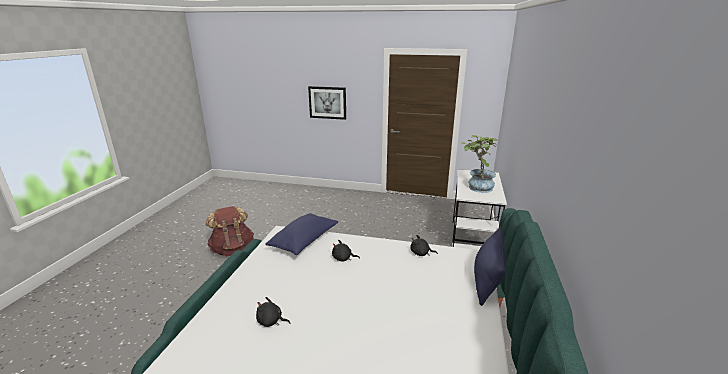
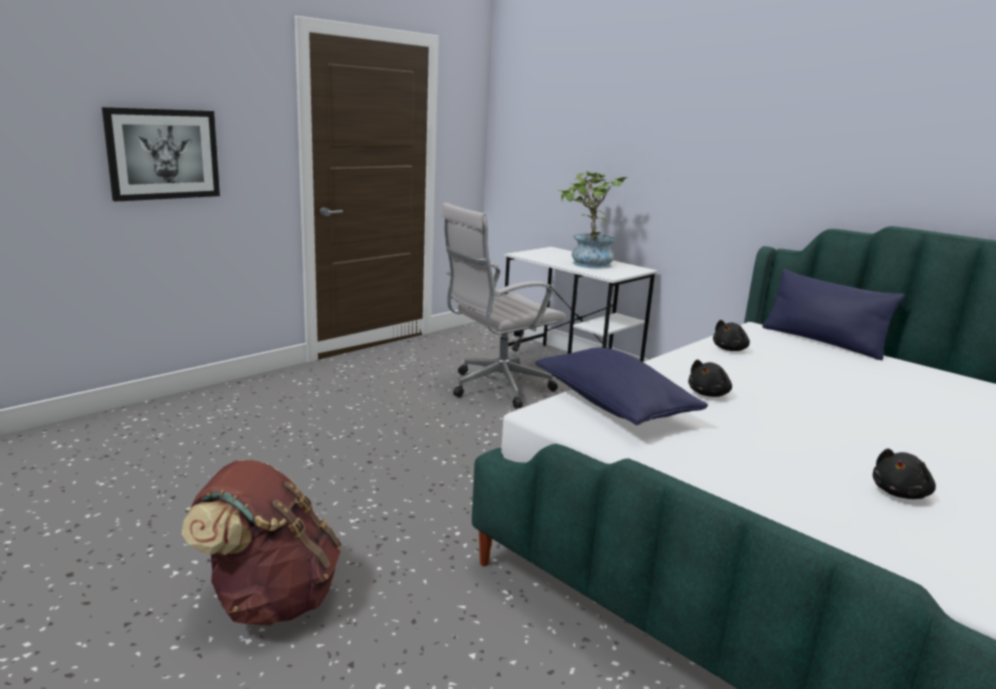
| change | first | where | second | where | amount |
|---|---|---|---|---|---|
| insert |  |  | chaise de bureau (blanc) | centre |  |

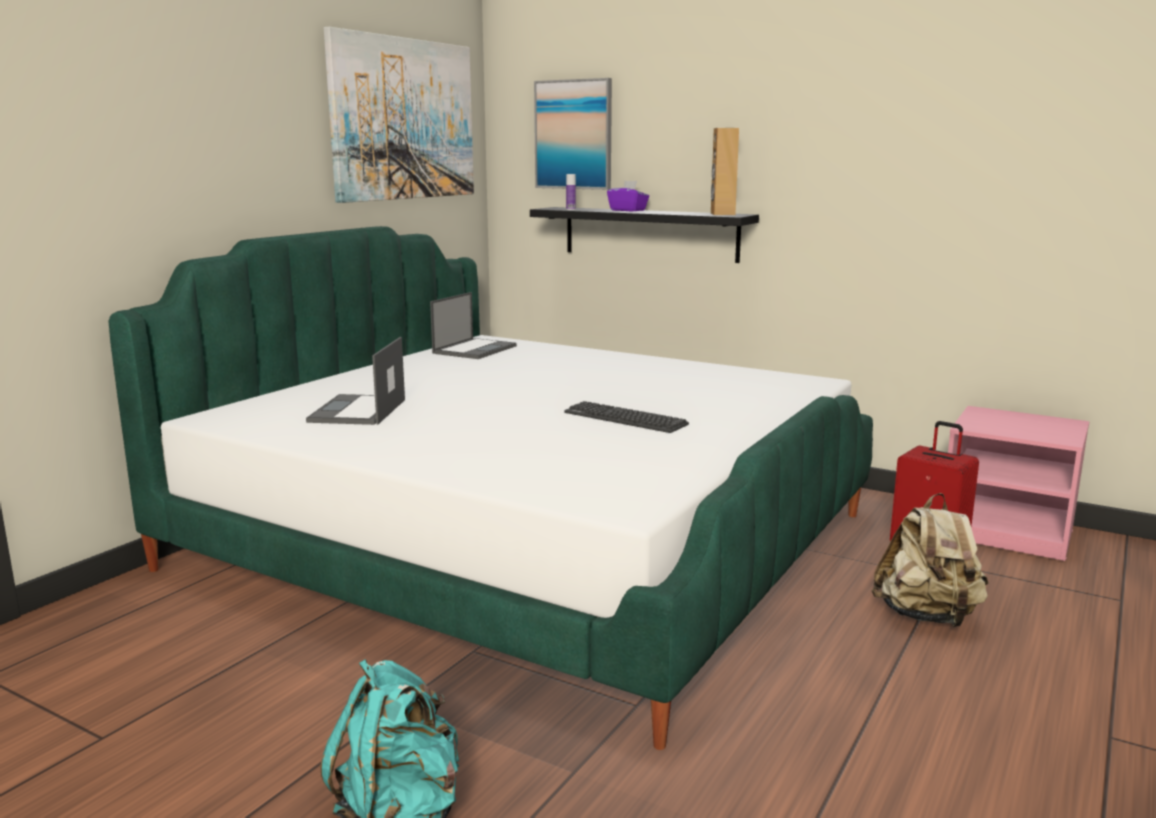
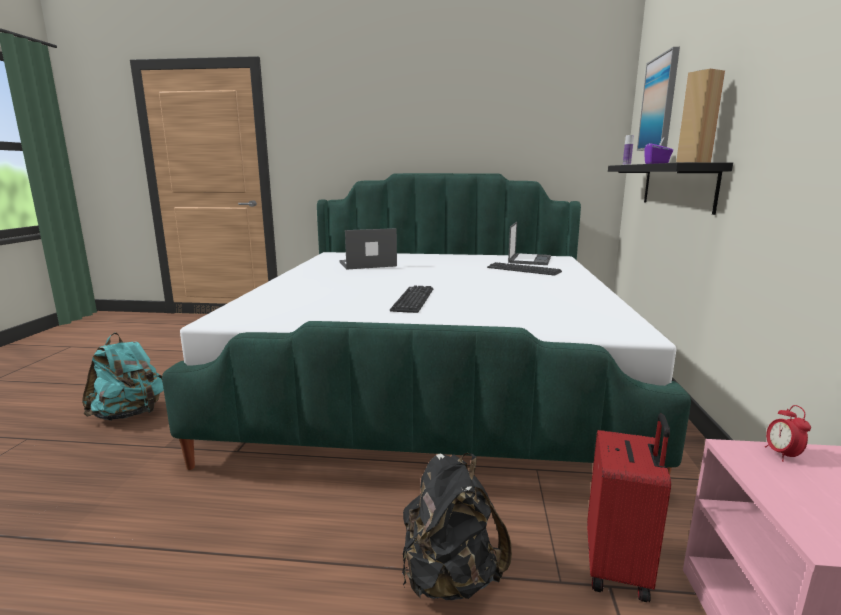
| change | first | where | second | where | amount |
|---|---|---|---|---|---|
| recolor | sac à dos (beige) | bottom right | sac à dos (noir) | bottom centre |  |
| insert |  |  | clavier (2nd from left) | centre |  |
| rotate | ordinateur portable (2nd from left) | centre |  | centre | 75 degrees counterclockwise |
| insert |  |  | réveil | bottom right |  |
| delete | tableau (1st from left) | top centre |  |  |  |

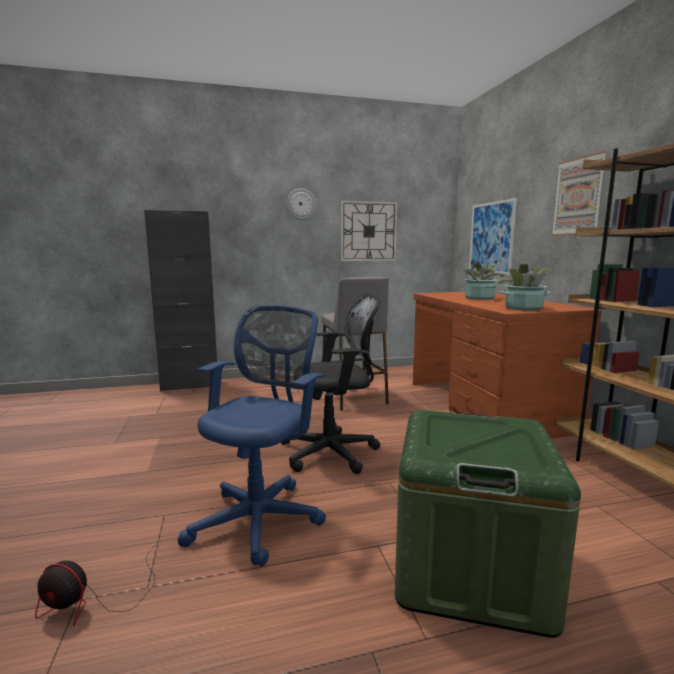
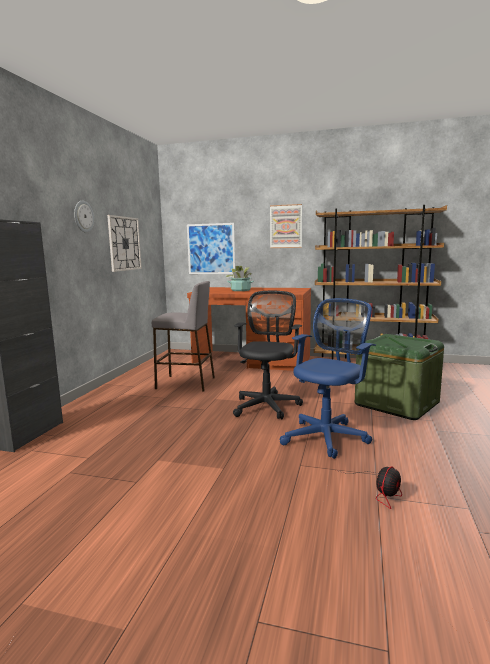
| change | first | where | second | where | amount |
|---|---|---|---|---|---|
| rotate | chaise de bureau (bleu) | centre |  | middle right | 75 degrees clockwise |
| delete | plante en pot (2nd from left) | middle right |  |  |  |

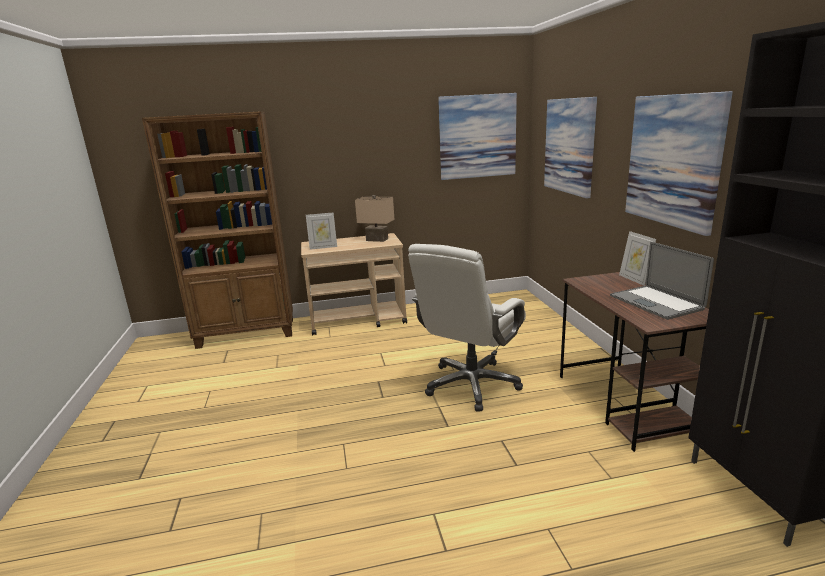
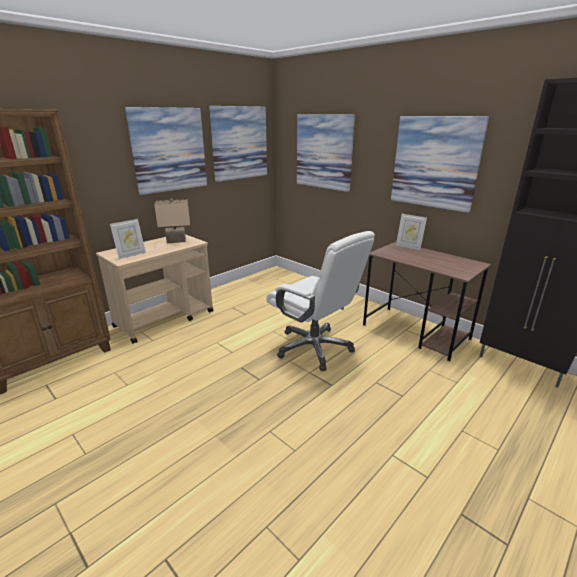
| change | first | where | second | where | amount |
|---|---|---|---|---|---|
| insert |  |  | tableau (1st from left) | top left |  |
| rotate | chaise de bureau (blanc) | centre |  | centre | 45 degrees counterclockwise |
| delete | ordinateur portable | middle right |  |  |  |

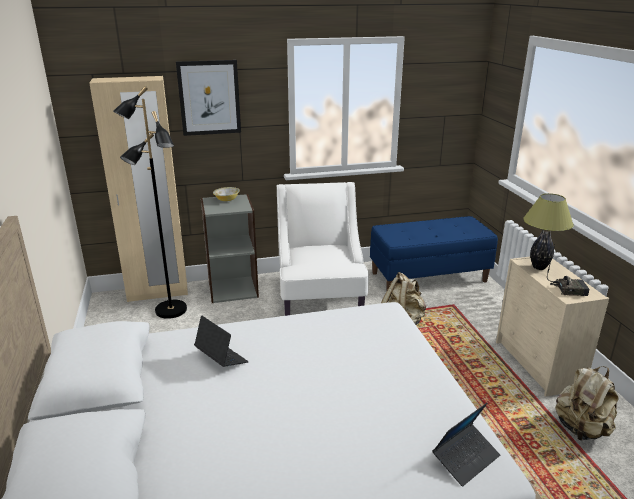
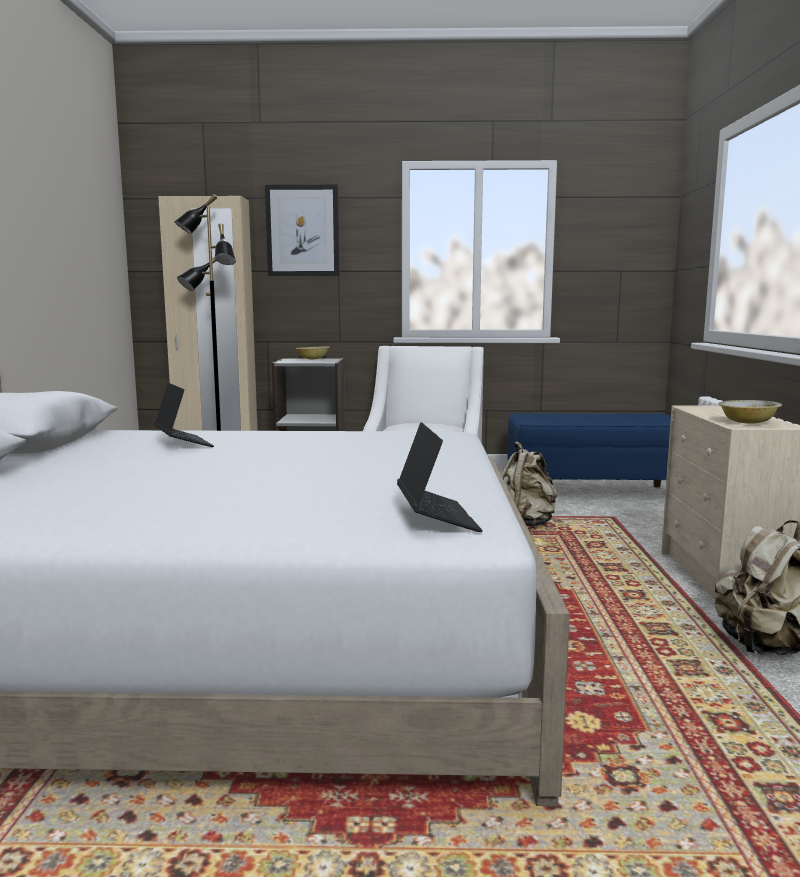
| change | first | where | second | where | amount |
|---|---|---|---|---|---|
| rotate | ordinateur portable (2nd from left) | bottom right |  | centre | 75 degrees counterclockwise |
| replace | radio | middle right | bol (2nd from left) | middle right |  |
| delete | lampe de table | middle right |  |  |  |

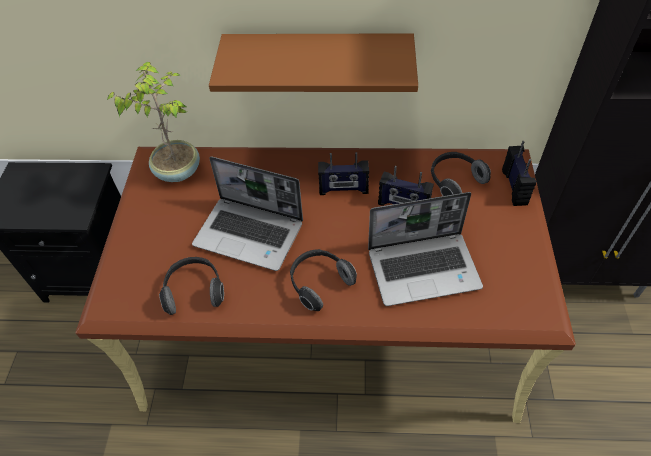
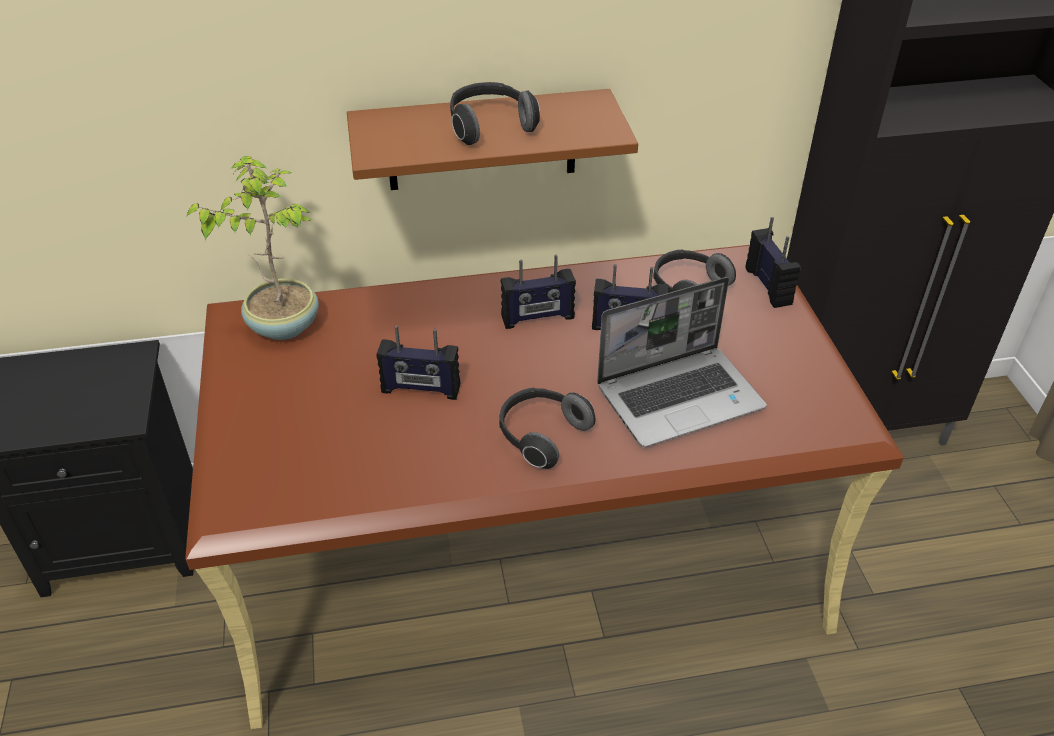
| change | first | where | second | where | amount |
|---|---|---|---|---|---|
| replace | ordinateur portable (1st from left) | centre | radio (1st from left) | centre |  |
| move | casque audio (1st from left) | middle left |  | top centre |  |

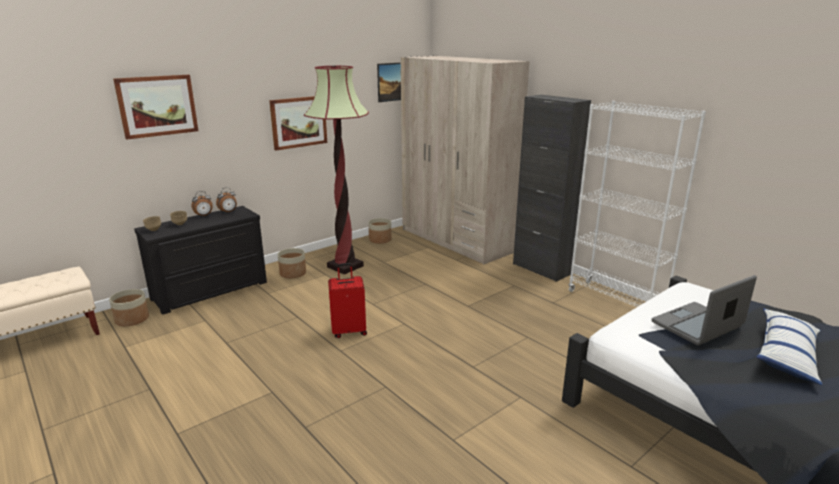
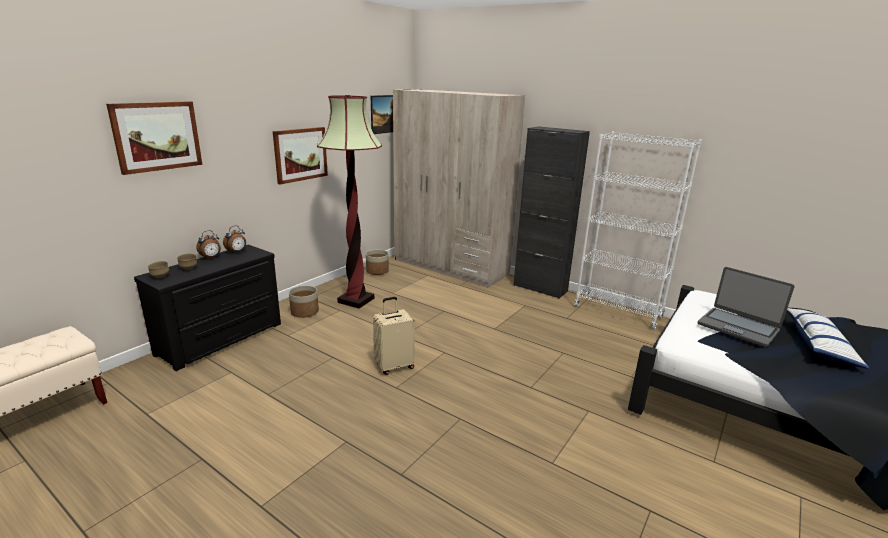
| change | first | where | second | where | amount |
|---|---|---|---|---|---|
| recolor | valise (rouge) | centre | valise (beige) | centre |  |
| rotate | ordinateur portable | middle right |  | middle right | 90 degrees counterclockwise |
| delete | cache-pot (1st from left) | middle left |  |  |  |

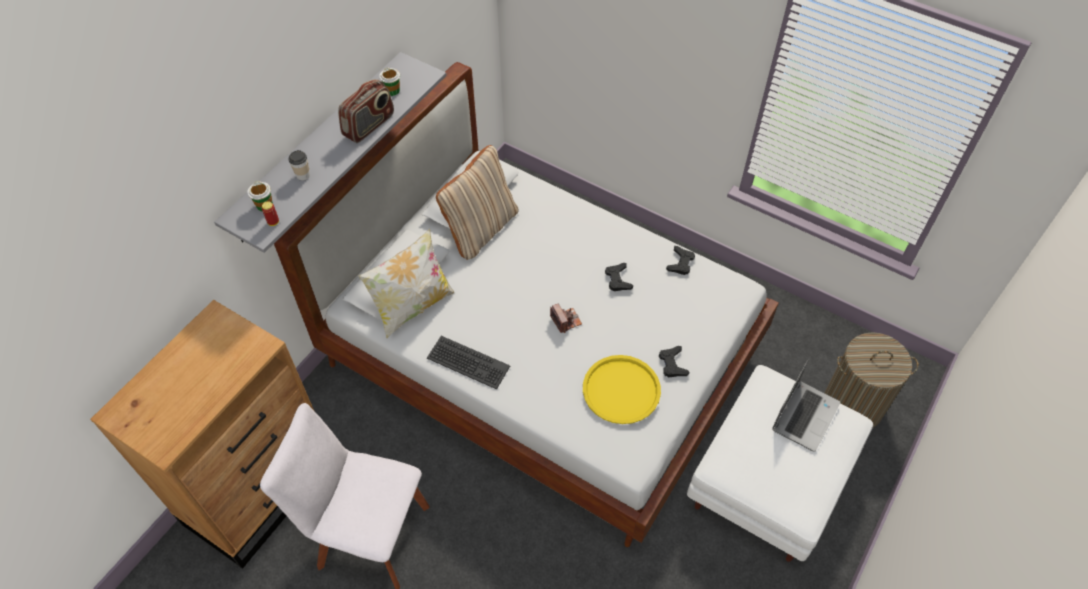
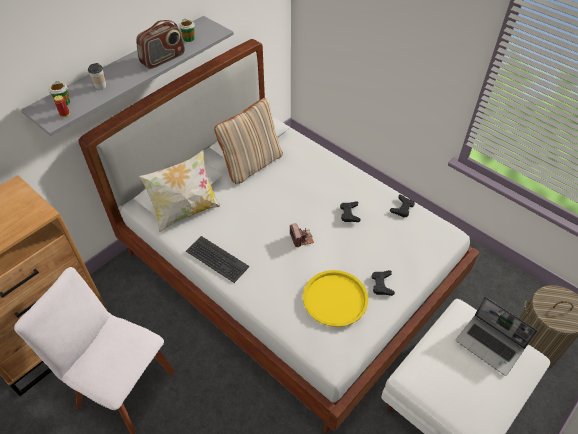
| change | first | where | second | where | amount |
|---|---|---|---|---|---|
| rotate | ordinateur portable | bottom right |  | bottom right | 90 degrees clockwise |

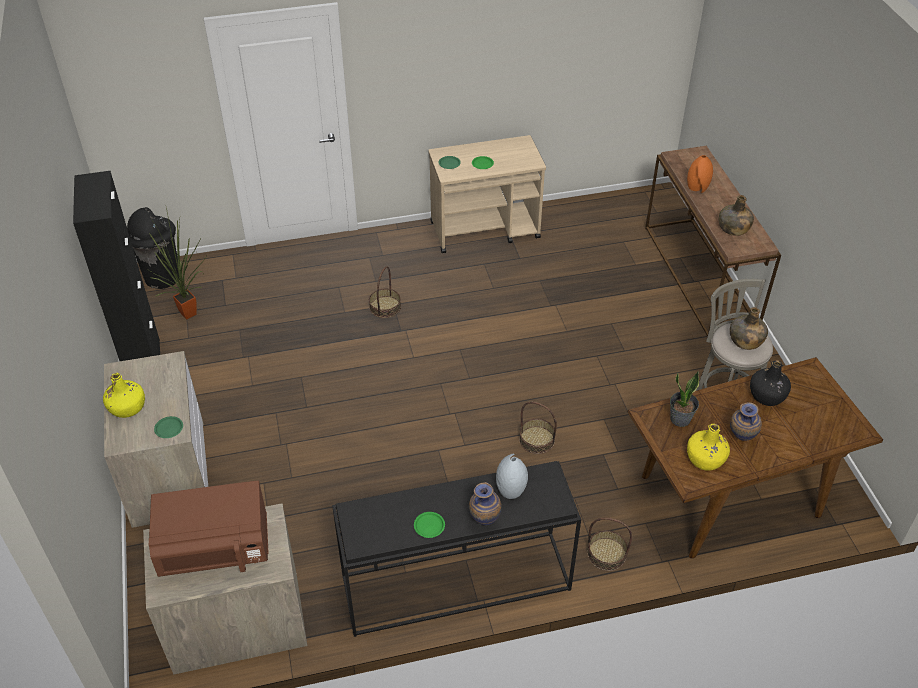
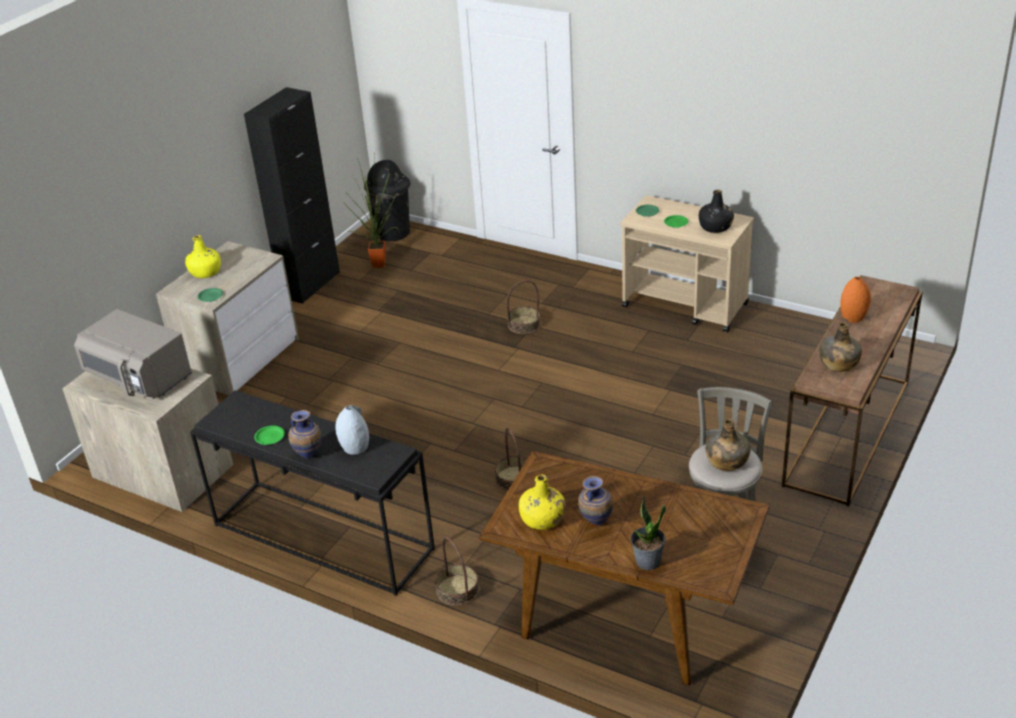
| change | first | where | second | where | amount |
|---|---|---|---|---|---|
| recolor | micro-ondes (marron) | bottom left | micro-ondes (gris) | middle left |  |
| move | plante en pot (2nd from left) | middle right |  | bottom centre |  |
| move | bouteille (noir) | middle right |  | top right |  |

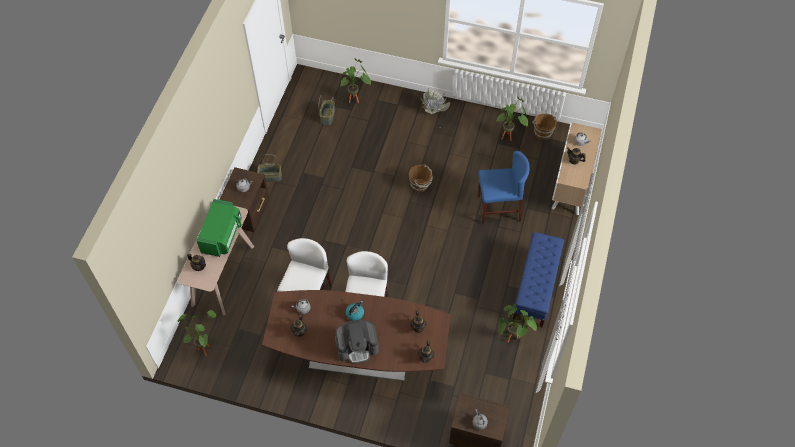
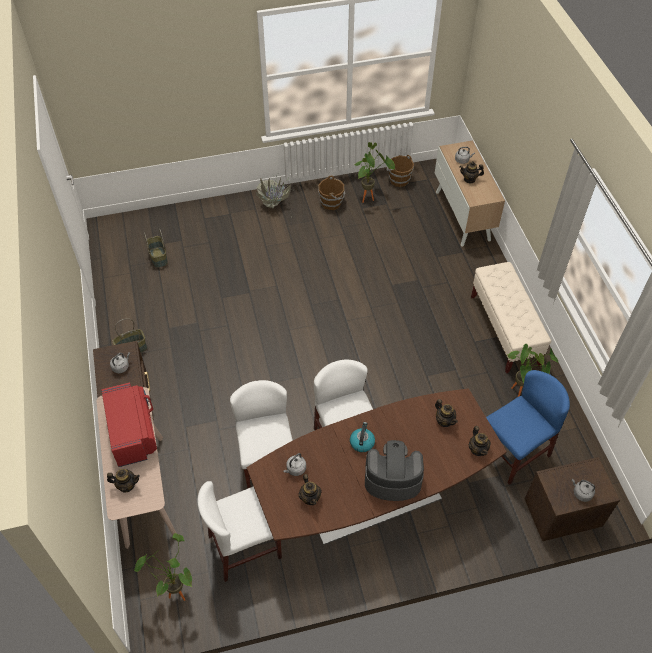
| change | first | where | second | where | amount |
|---|---|---|---|---|---|
| recolor | micro-ondes (vert) | middle left | micro-ondes (rouge) | middle left |  |
| insert |  |  | chaise (blanc) (1st from left) | bottom centre |  |
| move | seau (marron) (1st from left) | centre |  | top centre |  |
| rotate | machine à café | bottom centre |  | bottom centre | 135 degrees counterclockwise |
| recolor | banc (bleu) | middle right | banc (beige) | middle right |  |
| move | chaise (bleu) | centre |  | middle right |  |
| delete | plante en pot (2nd from left) | top centre |  |  |  |

